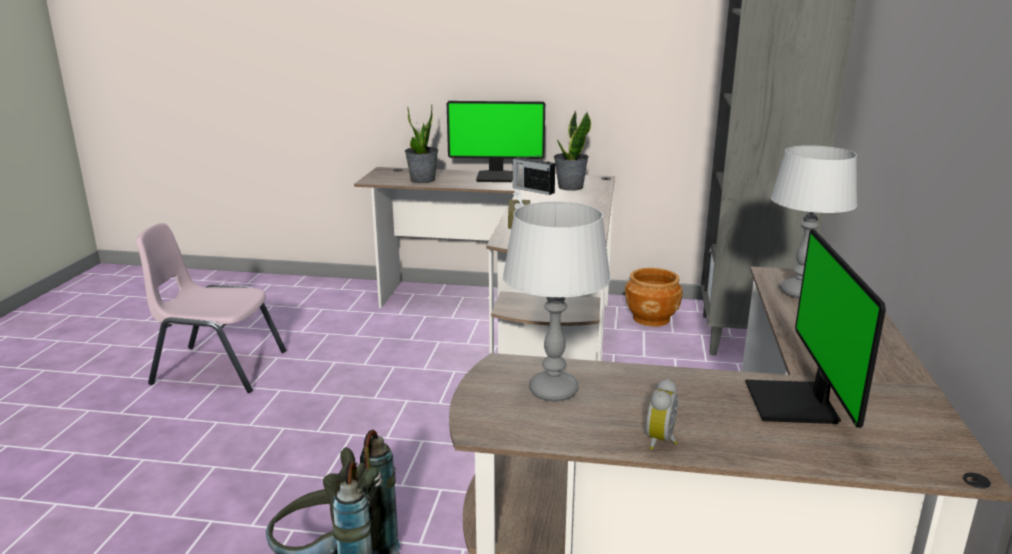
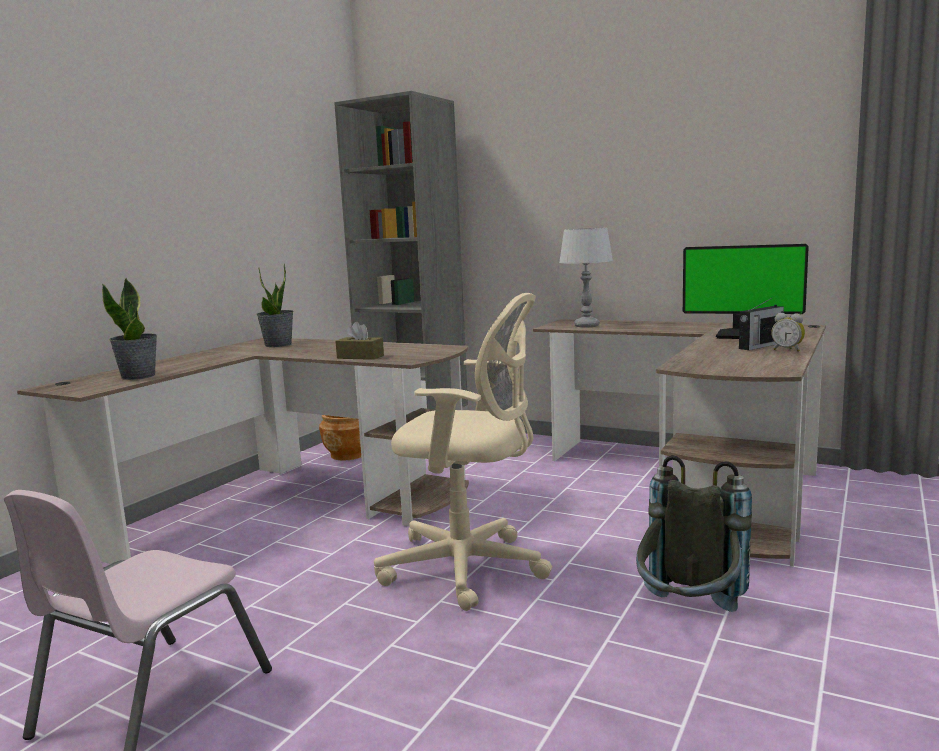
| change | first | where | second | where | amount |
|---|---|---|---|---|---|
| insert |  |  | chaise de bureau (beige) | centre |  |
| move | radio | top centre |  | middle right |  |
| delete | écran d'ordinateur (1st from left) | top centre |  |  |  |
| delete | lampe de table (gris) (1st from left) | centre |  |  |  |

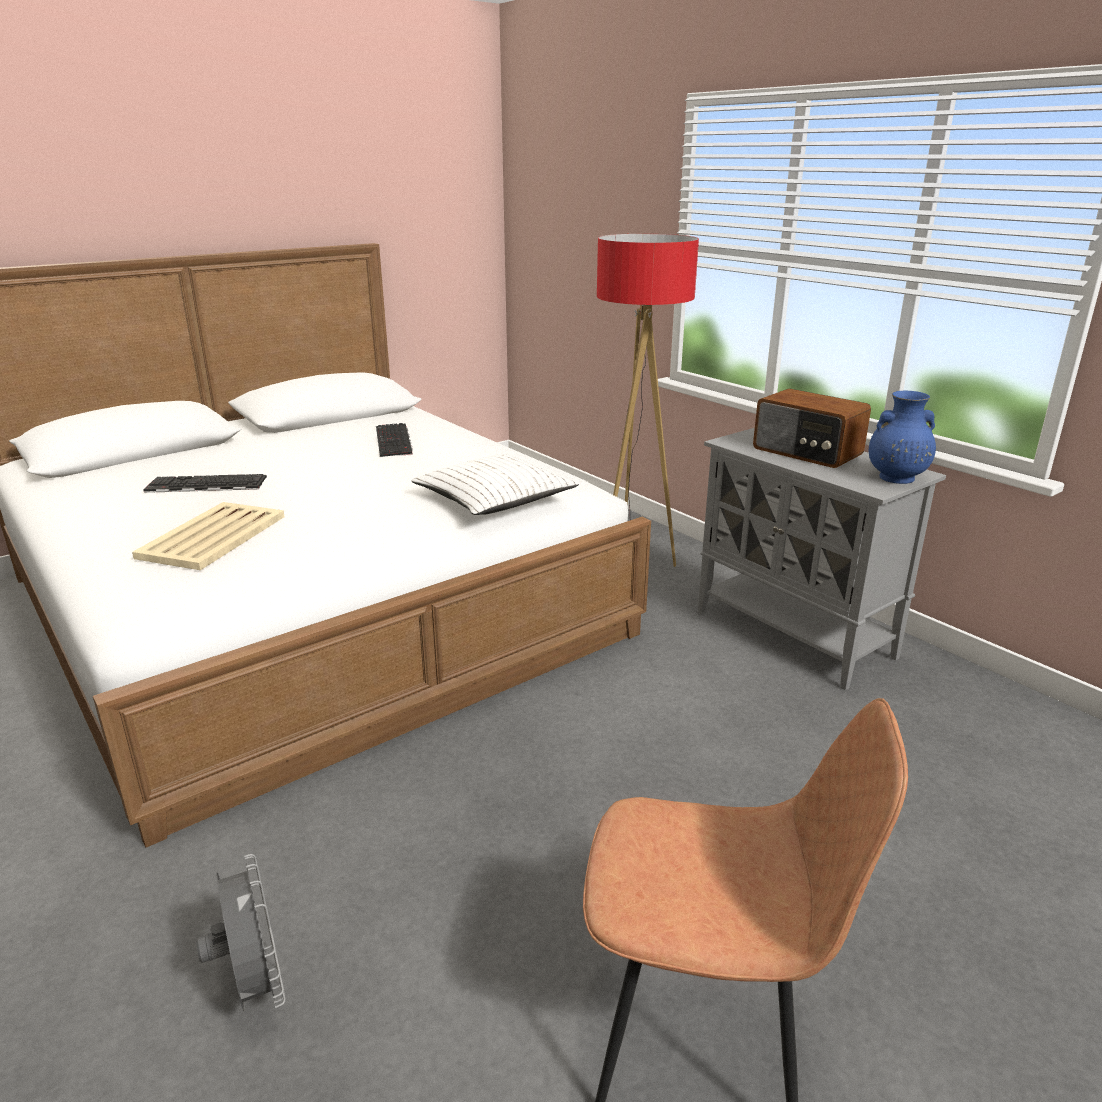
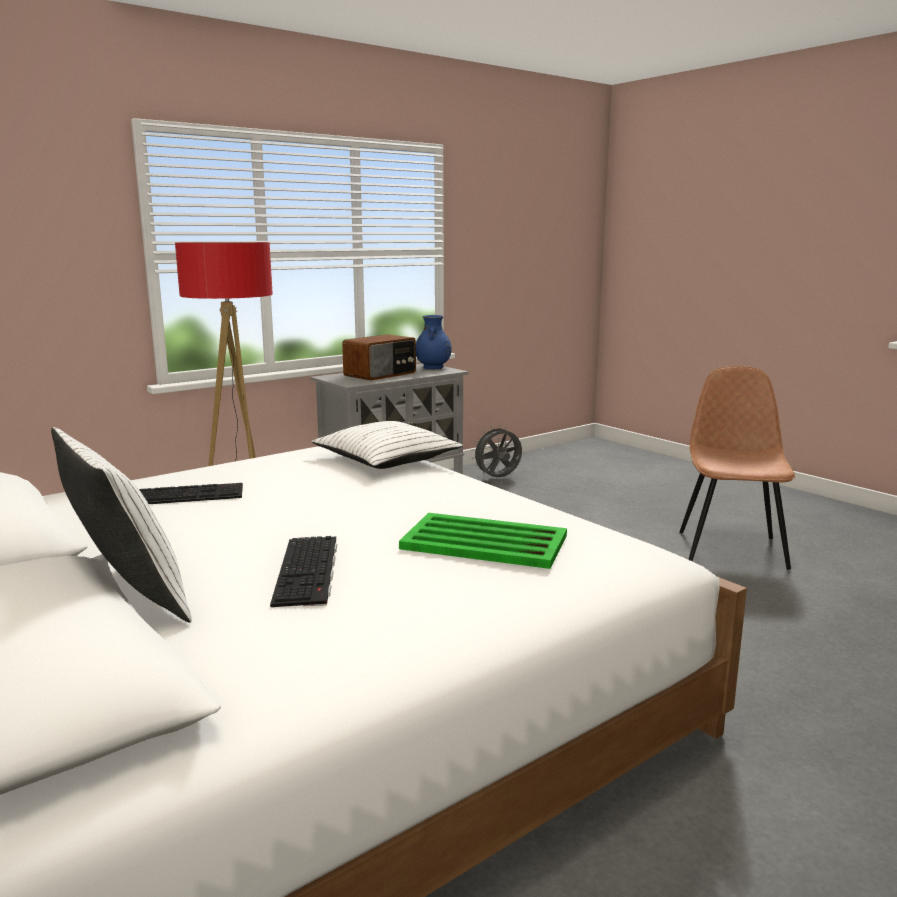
| change | first | where | second | where | amount |
|---|---|---|---|---|---|
| insert |  |  | coussin (blanc) (1st from left) | middle left |  |
| recolor | plateau (beige) | middle left | plateau (vert) | centre |  |
| move | ventilateur (gris) | bottom left |  | centre |  |

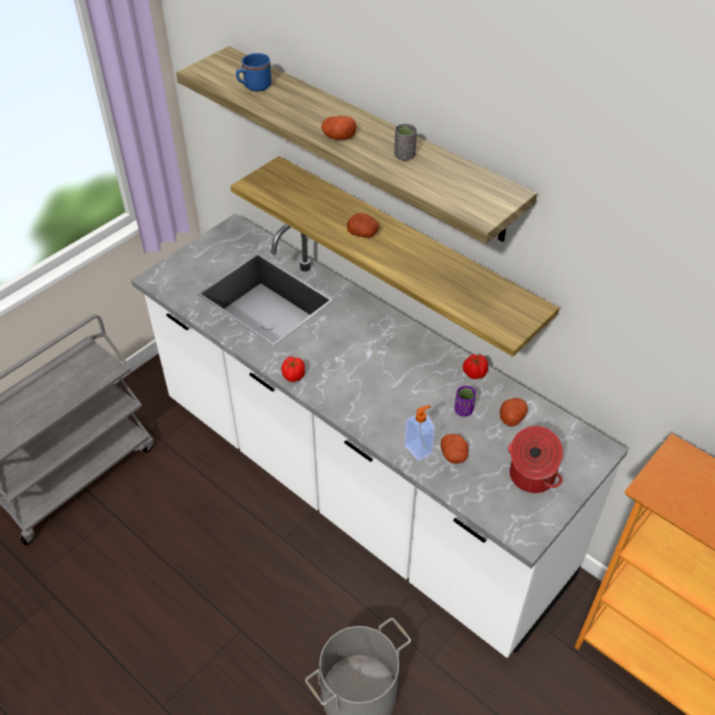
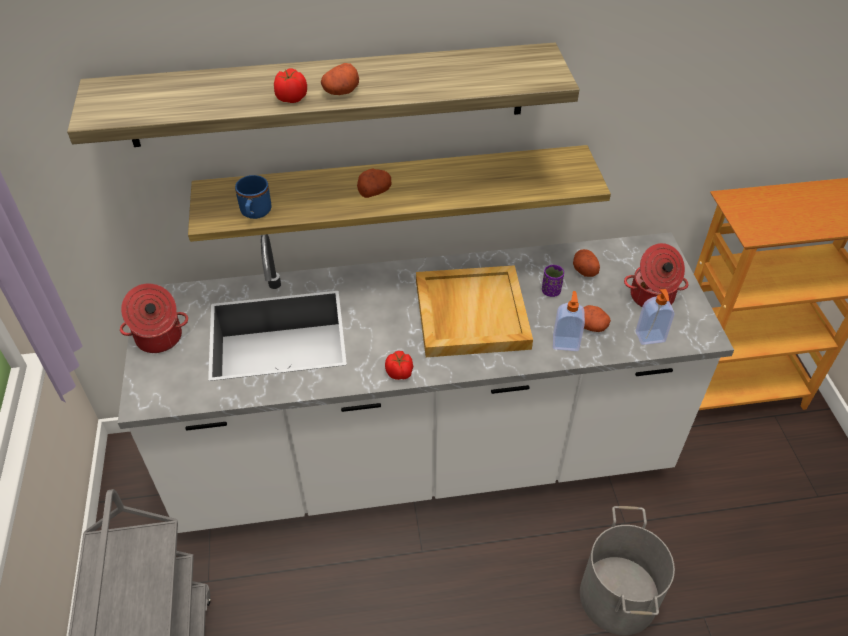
| change | first | where | second | where | amount |
|---|---|---|---|---|---|
| insert |  |  | marmite (1st from left) | middle left |  |
| move | mug (bleu) | top centre |  | top left |  |
| move | tomate (2nd from left in the first image) | centre | tomate (1st from left) | top centre |  |
| insert |  |  | plateau (beige) | centre |  |
| insert |  |  | distributeur de savon (2nd from left) | middle right |  |
| delete | tasse (gris) | top centre |  |  |  |

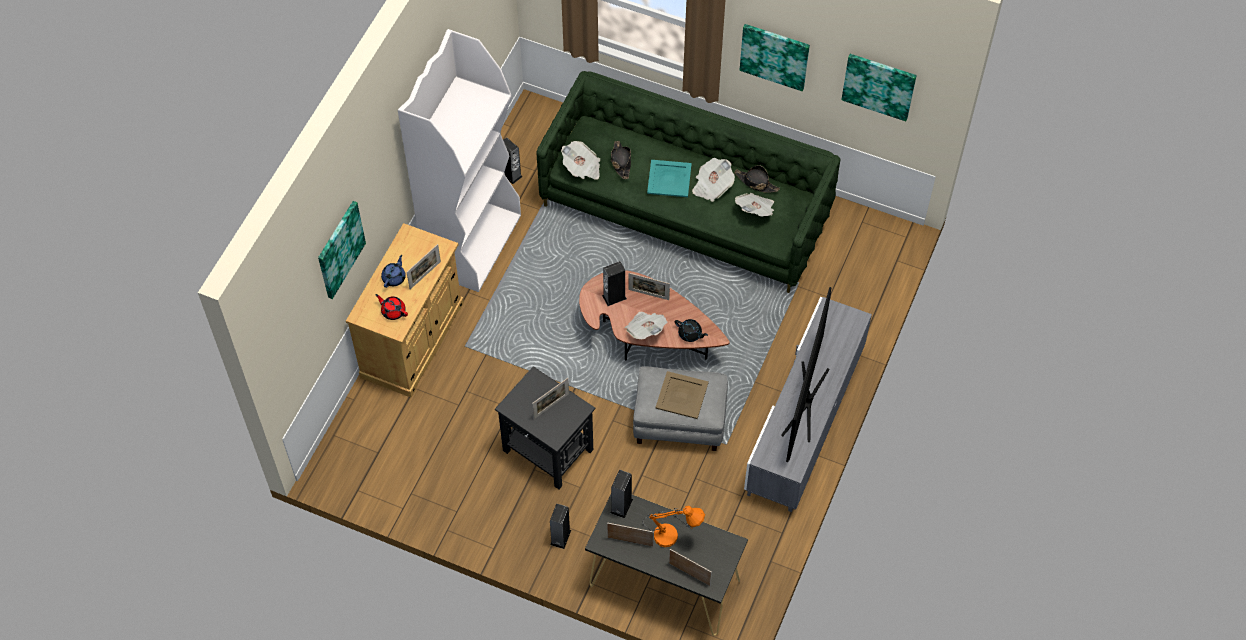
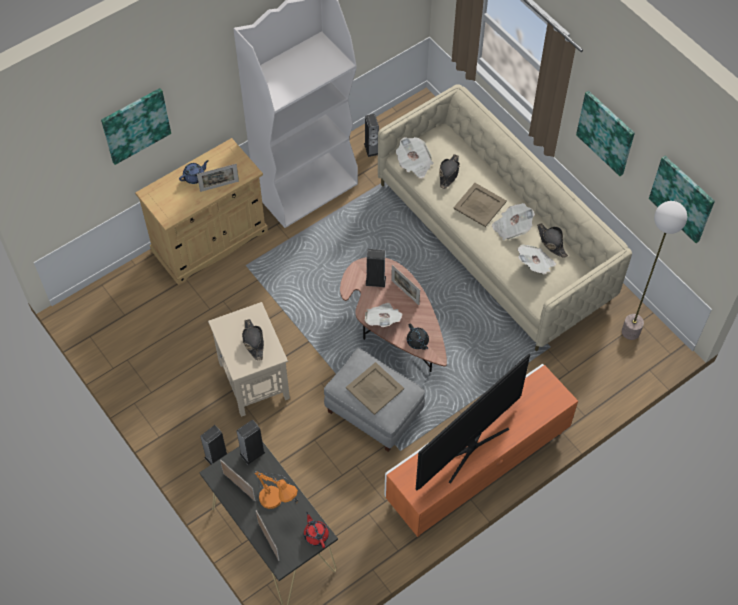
| change | first | where | second | where | amount |
|---|---|---|---|---|---|
| recolor | table d'appoint (noir) | bottom centre | table d'appoint (beige) | centre |  |
| replace | cadre photo (2nd from left) | centre | chapeau (noir) (1st from left) | centre |  |
| move | théière (rouge) | middle left |  | bottom centre |  |
| recolor | canapé (vert) | top centre | canapé (beige) | middle right |  |
| recolor | meuble télé (gris) | centre | meuble télé (orange) | bottom centre |  |
| recolor | plateau (turquoise) | top centre | plateau (beige) (2nd from left) | centre |  |
| insert |  |  | lampadaire | middle right |  |

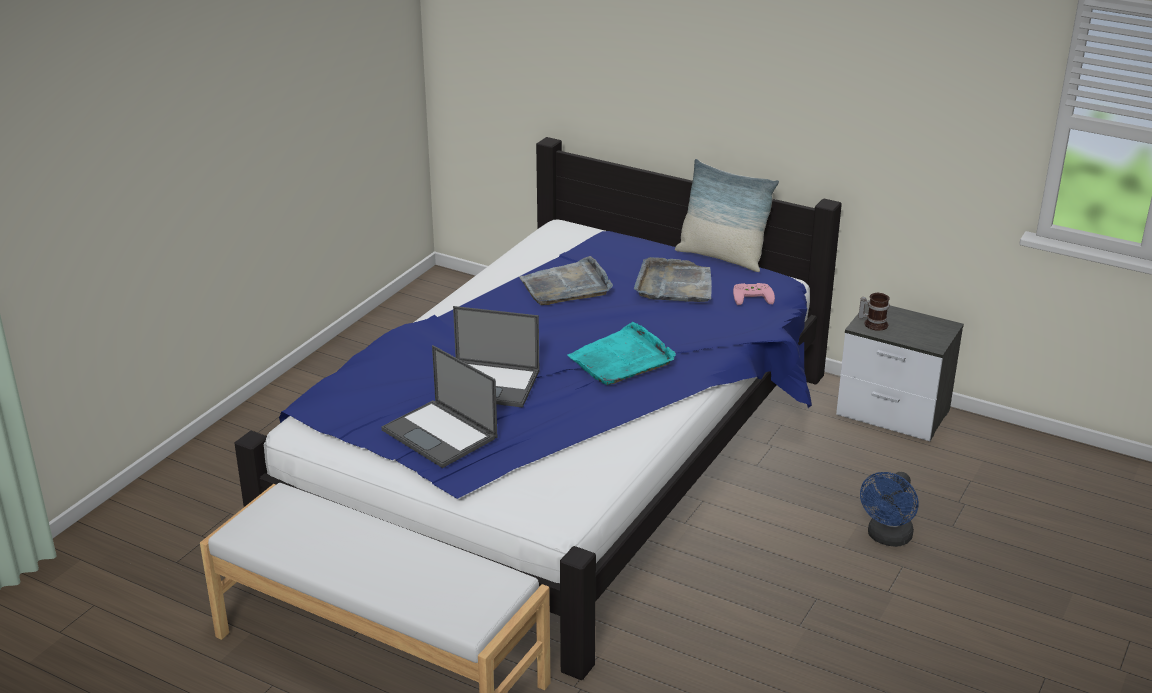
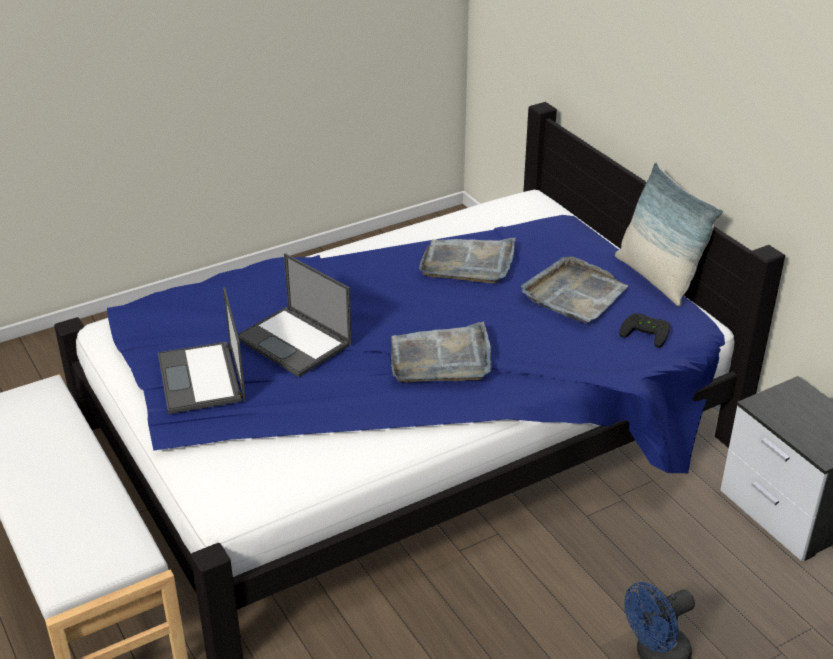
| change | first | where | second | where | amount |
|---|---|---|---|---|---|
| recolor | plateau (turquoise) | centre | plateau (gris) (1st from left) | centre |  |
| recolor | manette (rose) | centre | manette (noir) | middle right |  |
| delete | mug | middle right |  |  |  |

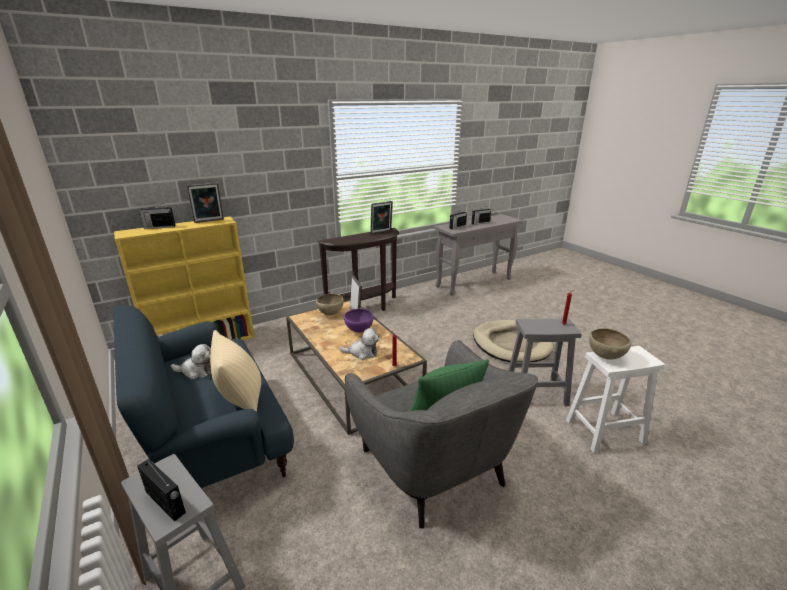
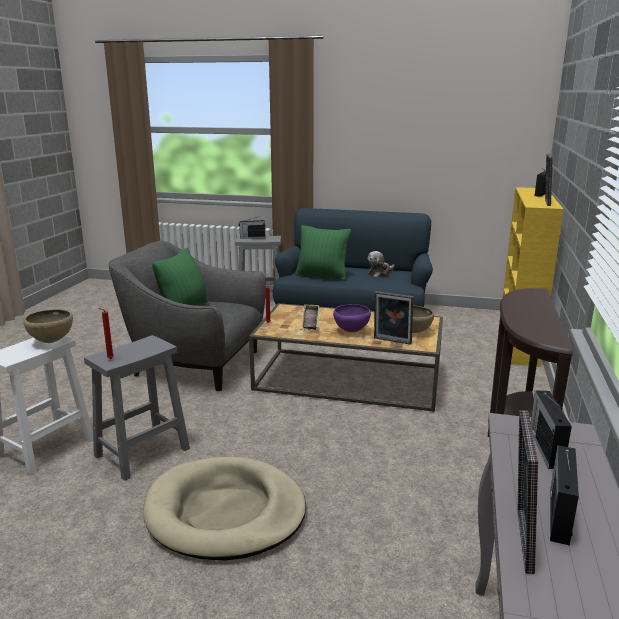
| change | first | where | second | where | amount |
|---|---|---|---|---|---|
| recolor | coussin (beige) | middle left | coussin (vert) (2nd from left) | centre |  |
| replace | peluche (2nd from left) | centre | plateau | centre |  |
| move | cadre photo (3rd from left in the first image) | centre | cadre photo (2nd from left) | bottom right |  |

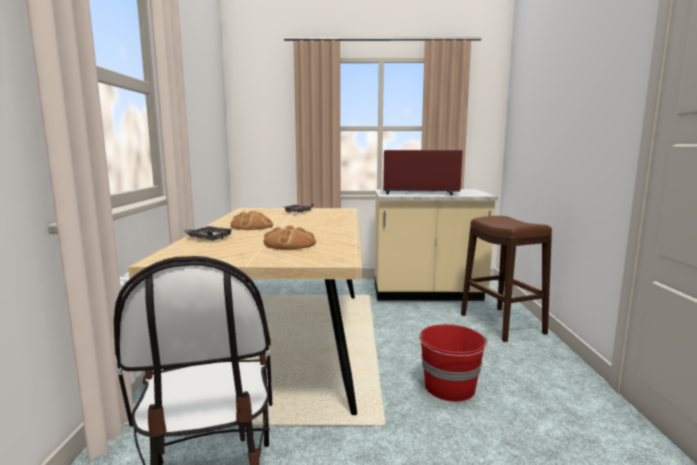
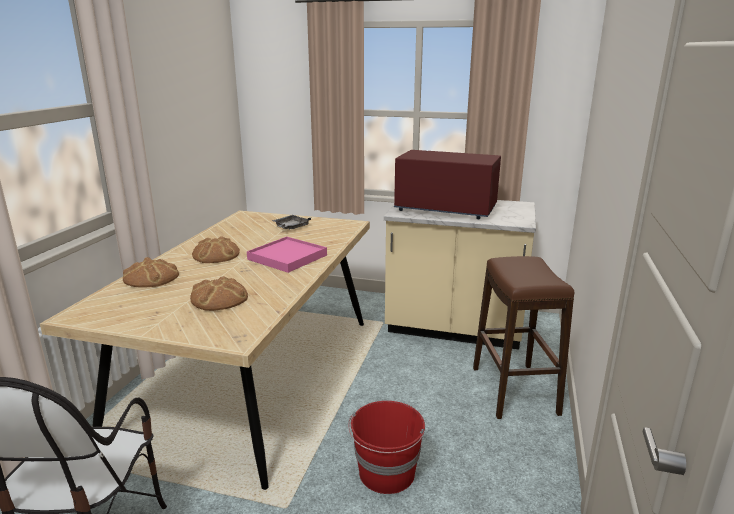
| change | first | where | second | where | amount |
|---|---|---|---|---|---|
| replace | plateau (gris) (1st from left) | middle left | pain (1st from left) | middle left |  |
| insert |  |  | plateau (rose) | centre |  |

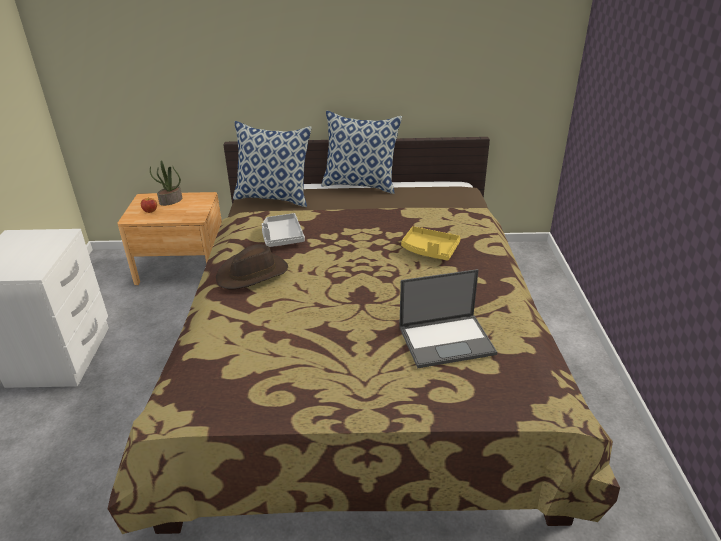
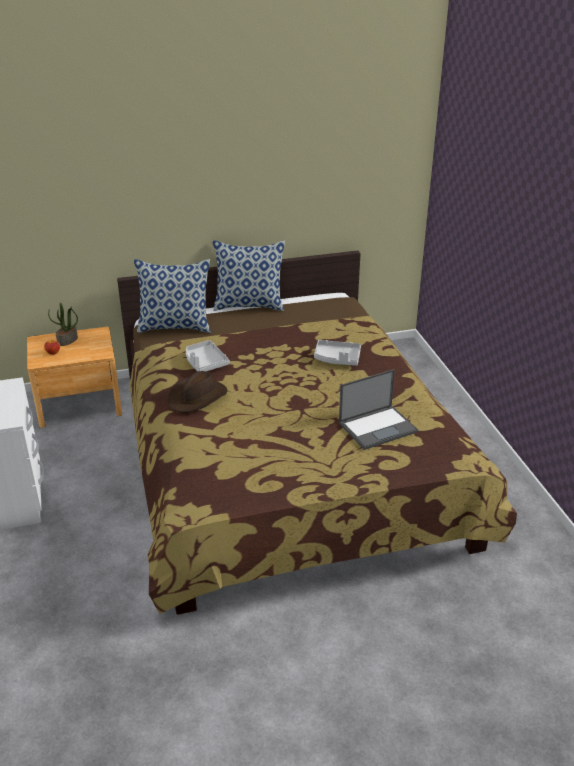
| change | first | where | second | where | amount |
|---|---|---|---|---|---|
| recolor | plateau (jaune) | centre | plateau (gris) (2nd from left) | centre |  |

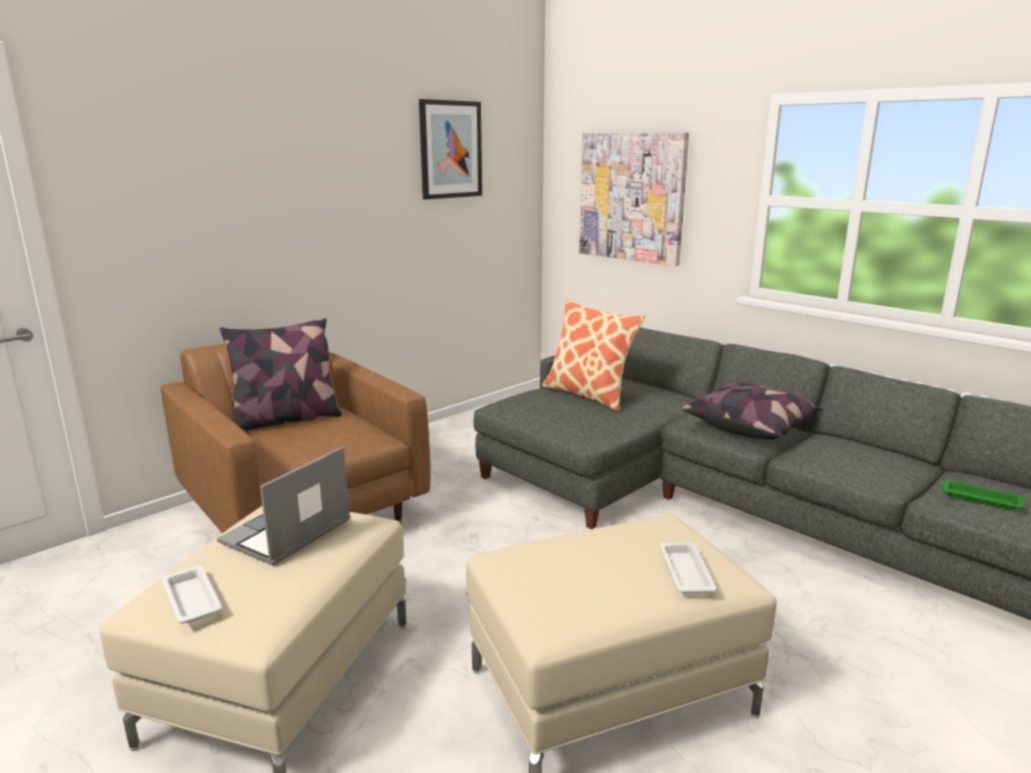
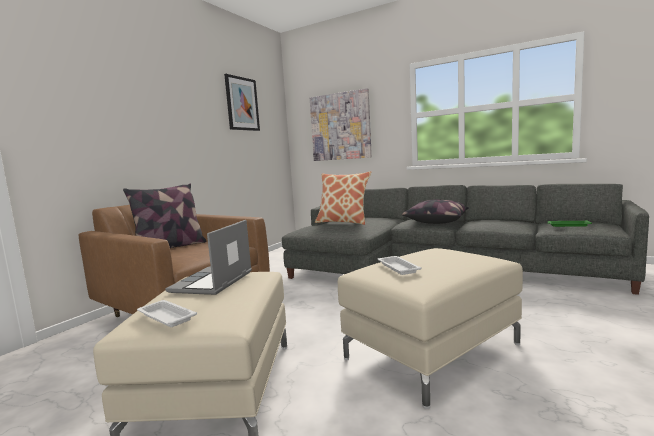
| change | first | where | second | where | amount |
|---|---|---|---|---|---|
| move | plateau (blanc) (2nd from left) | bottom right |  | centre |  |

